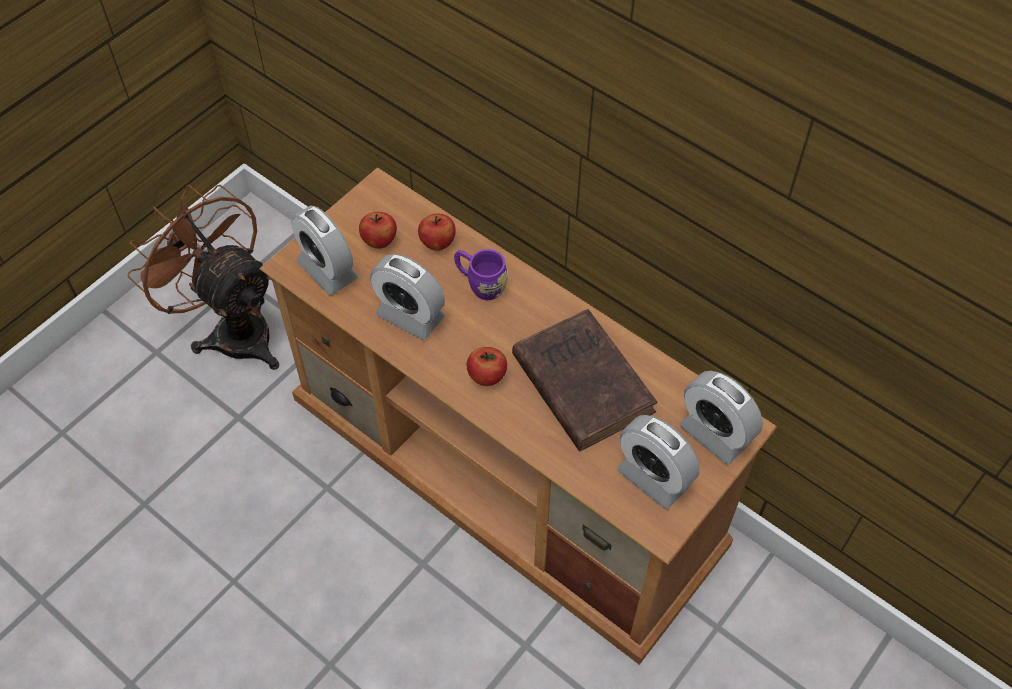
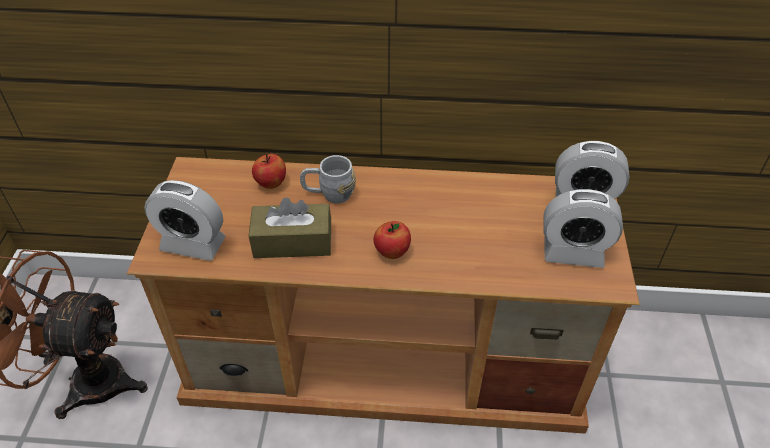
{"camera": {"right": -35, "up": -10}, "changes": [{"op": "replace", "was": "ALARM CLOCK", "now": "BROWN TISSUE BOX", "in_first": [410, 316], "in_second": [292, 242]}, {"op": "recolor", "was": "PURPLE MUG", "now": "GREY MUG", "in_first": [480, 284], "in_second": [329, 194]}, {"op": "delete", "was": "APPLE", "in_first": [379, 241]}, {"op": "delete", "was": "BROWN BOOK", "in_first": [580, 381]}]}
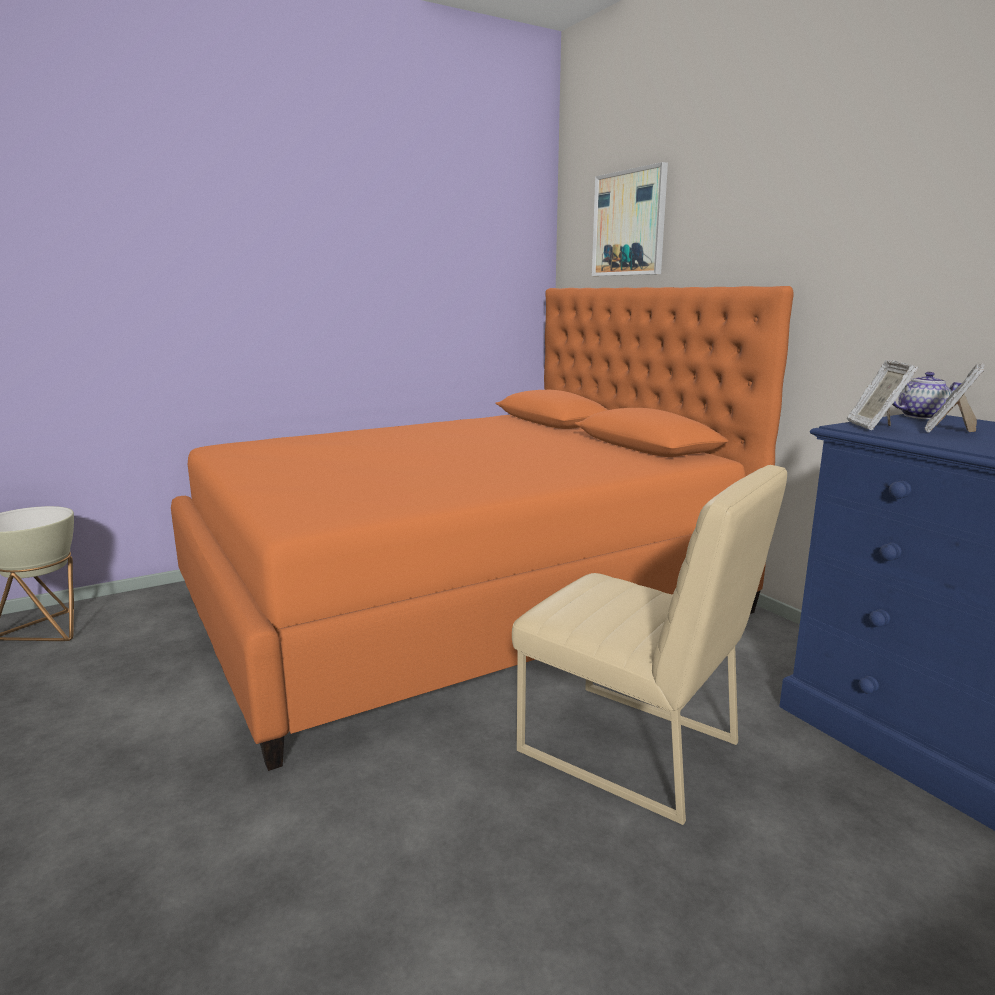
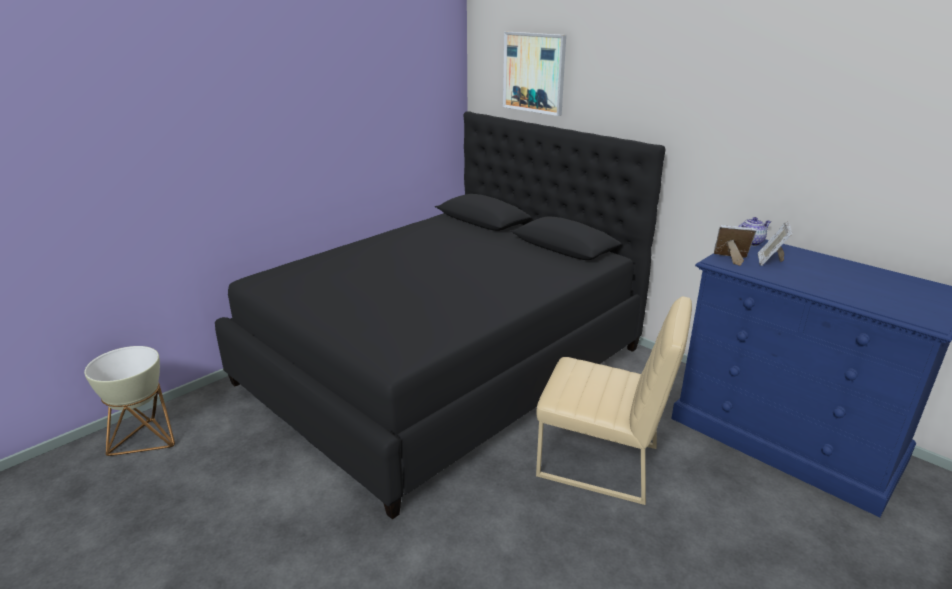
{"camera": {"right": -15, "up": 10}, "changes": [{"op": "recolor", "was": "ORANGE BED", "now": "BLACK BED", "in_first": [460, 599], "in_second": [443, 365]}, {"op": "rotate", "was": "PICTURE FRAME", "in_first": [875, 427], "in_second": [730, 260], "clockwise": 120}]}
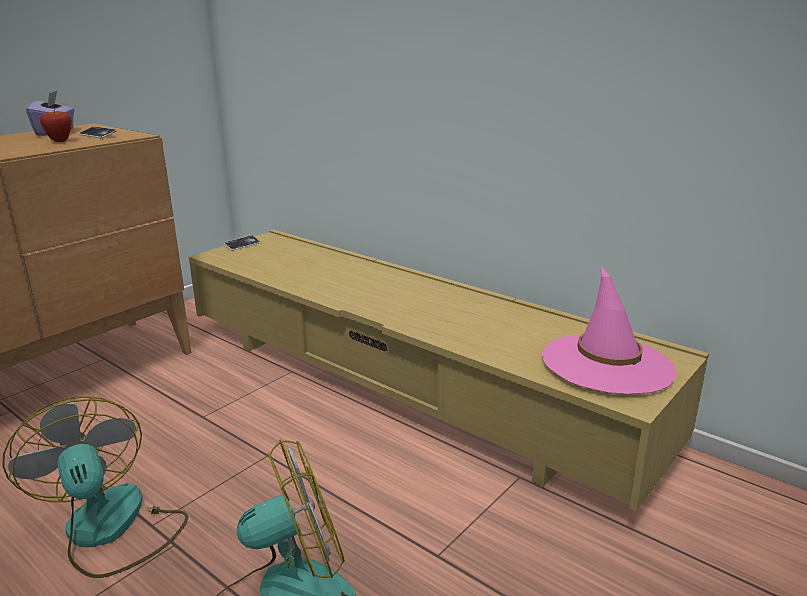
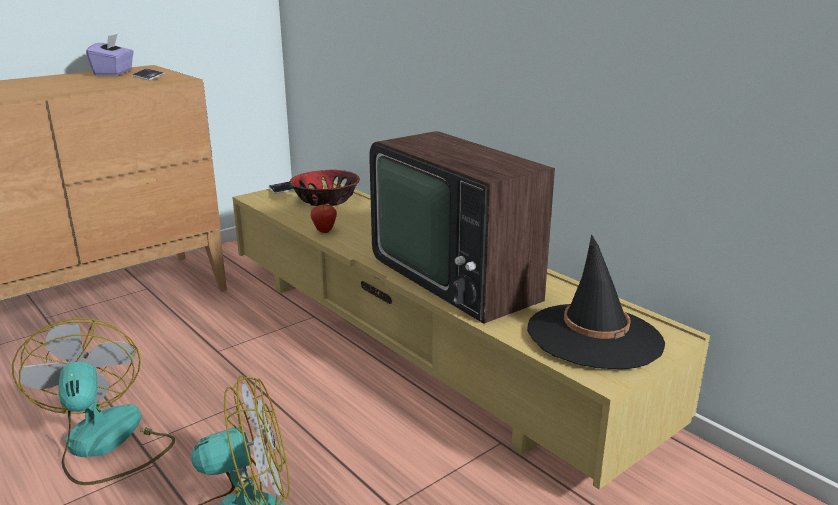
{"camera": {"right": 10, "up": 0}, "changes": [{"op": "insert", "now": "BOWL", "in_second": [325, 200]}, {"op": "move", "was": "APPLE", "in_first": [60, 141], "in_second": [324, 231]}, {"op": "insert", "now": "TELEVISION", "in_second": [461, 274]}, {"op": "recolor", "was": "PINK HAT", "now": "BLACK HAT", "in_first": [607, 364], "in_second": [594, 336]}]}
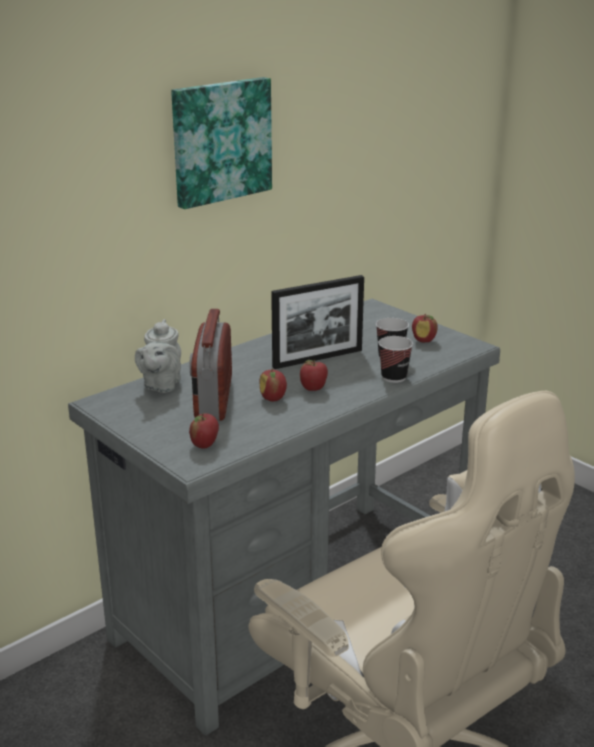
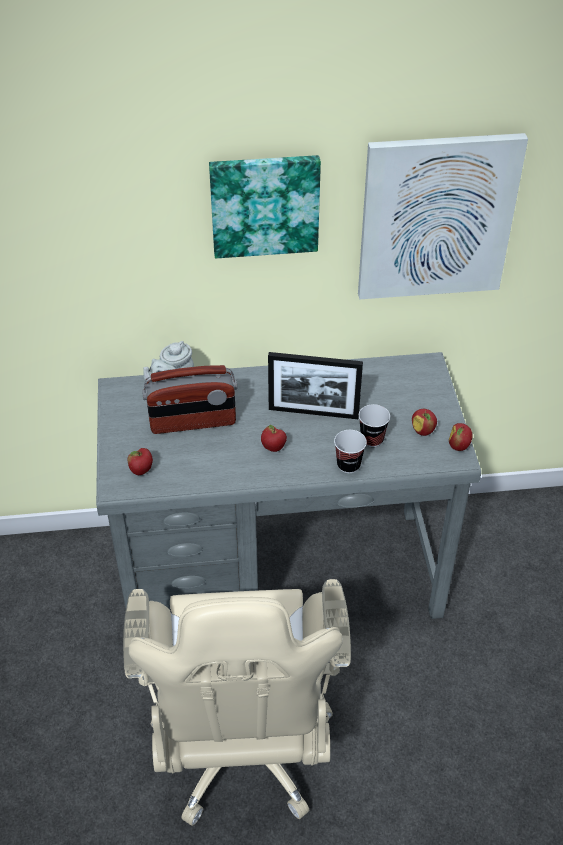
{"camera": {"right": 35, "up": 20}, "changes": [{"op": "rotate", "was": "RADIO", "in_first": [212, 398], "in_second": [193, 422], "clockwise": -135}, {"op": "insert", "now": "PICTURE", "in_second": [436, 217]}, {"op": "move", "was": "APPLE", "in_first": [273, 398], "in_second": [459, 446]}]}
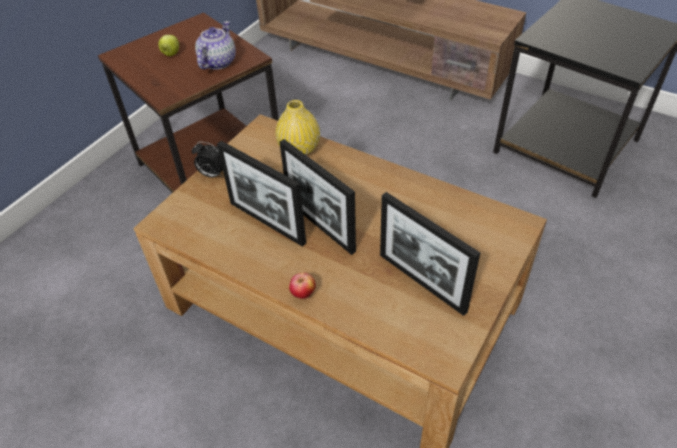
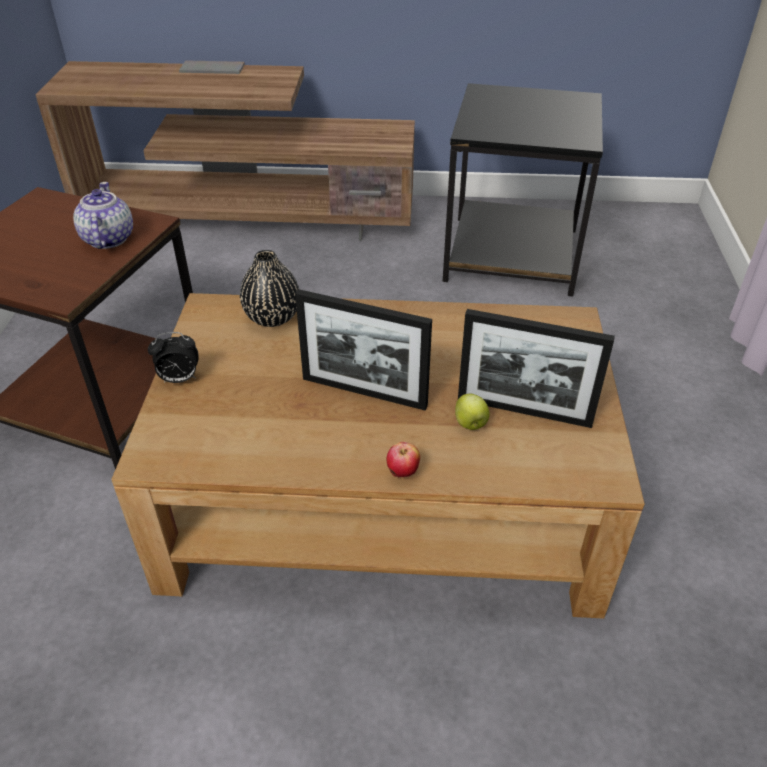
{"camera": {"right": -30, "up": -5}, "changes": [{"op": "recolor", "was": "YELLOW VASE", "now": "BLACK VASE", "in_first": [299, 149], "in_second": [272, 317]}, {"op": "move", "was": "APPLE", "in_first": [171, 54], "in_second": [470, 424]}, {"op": "delete", "was": "PICTURE FRAME", "in_first": [267, 222]}]}
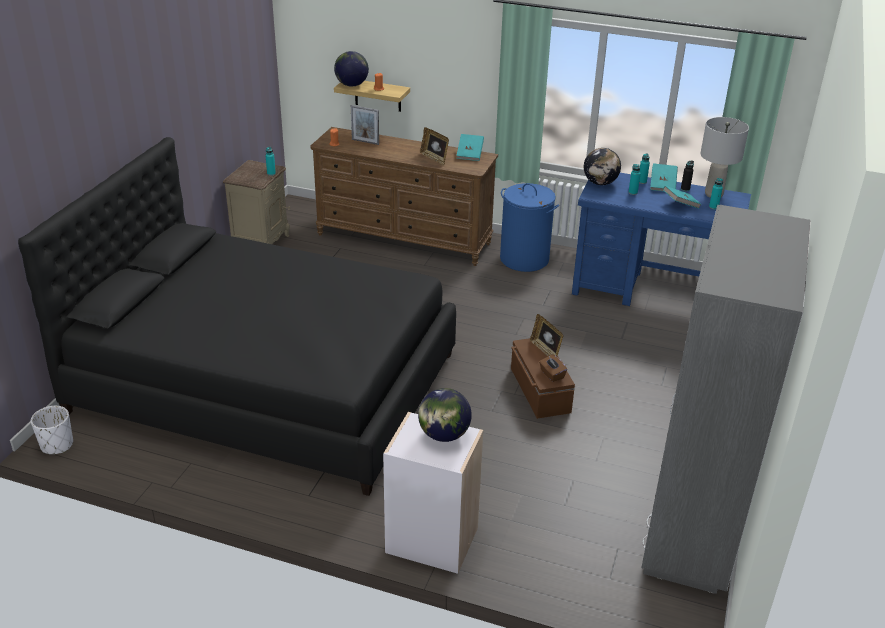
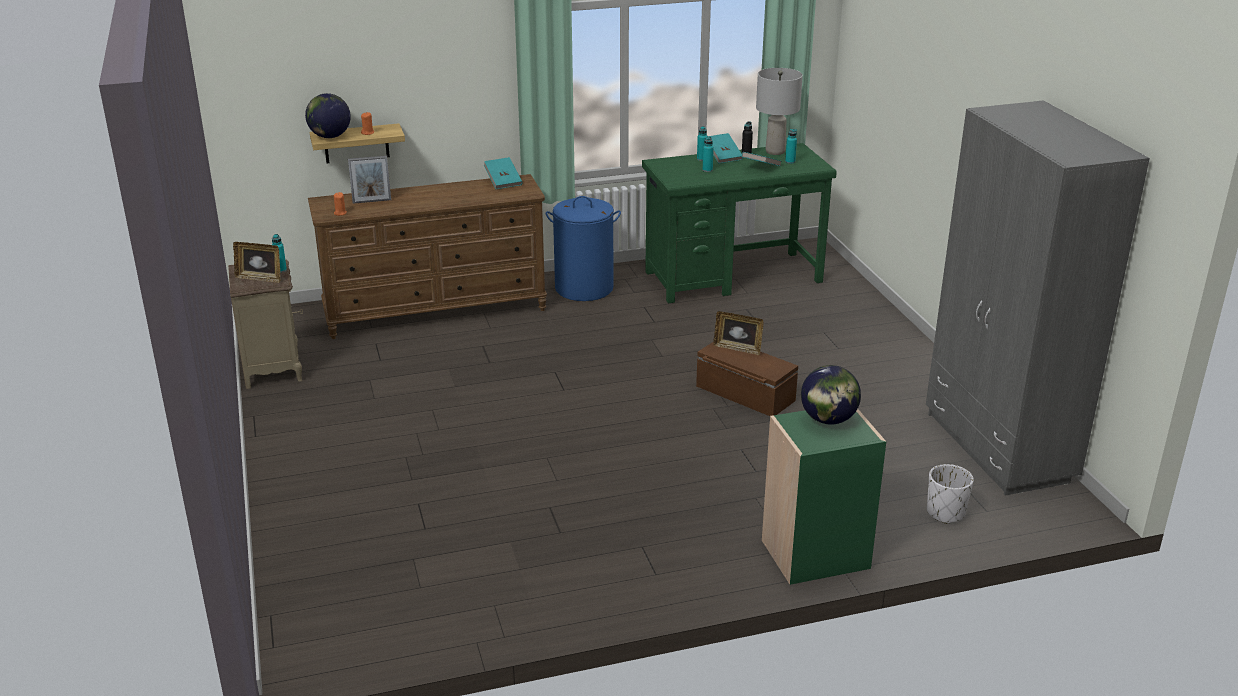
{"camera": {"right": -35, "up": -5}, "changes": [{"op": "move", "was": "PICTURE FRAME", "in_first": [434, 158], "in_second": [260, 278]}, {"op": "recolor", "was": "BLUE DESK", "now": "GREEN DESK", "in_first": [650, 291], "in_second": [733, 276]}, {"op": "recolor", "was": "WHITE BOOKCASE", "now": "GREEN BOOKCASE", "in_first": [430, 540], "in_second": [814, 555]}, {"op": "move", "was": "WHITE PLANTER", "in_first": [57, 445], "in_second": [945, 513]}, {"op": "delete", "was": "BLACK BED", "in_first": [265, 382]}, {"op": "delete", "was": "BROWN TISSUE BOX", "in_first": [551, 374]}, {"op": "delete", "was": "GLOBE", "in_first": [600, 183]}]}
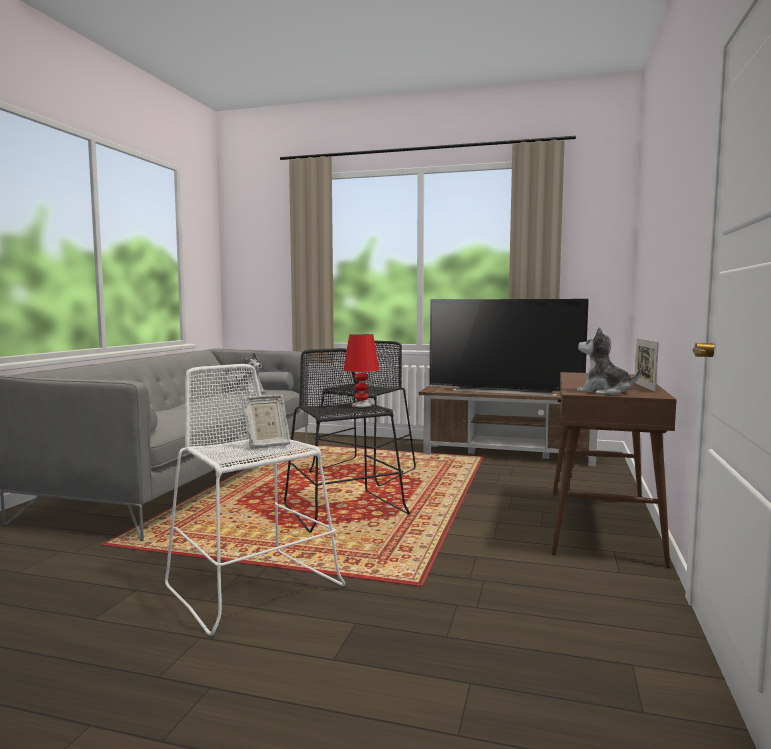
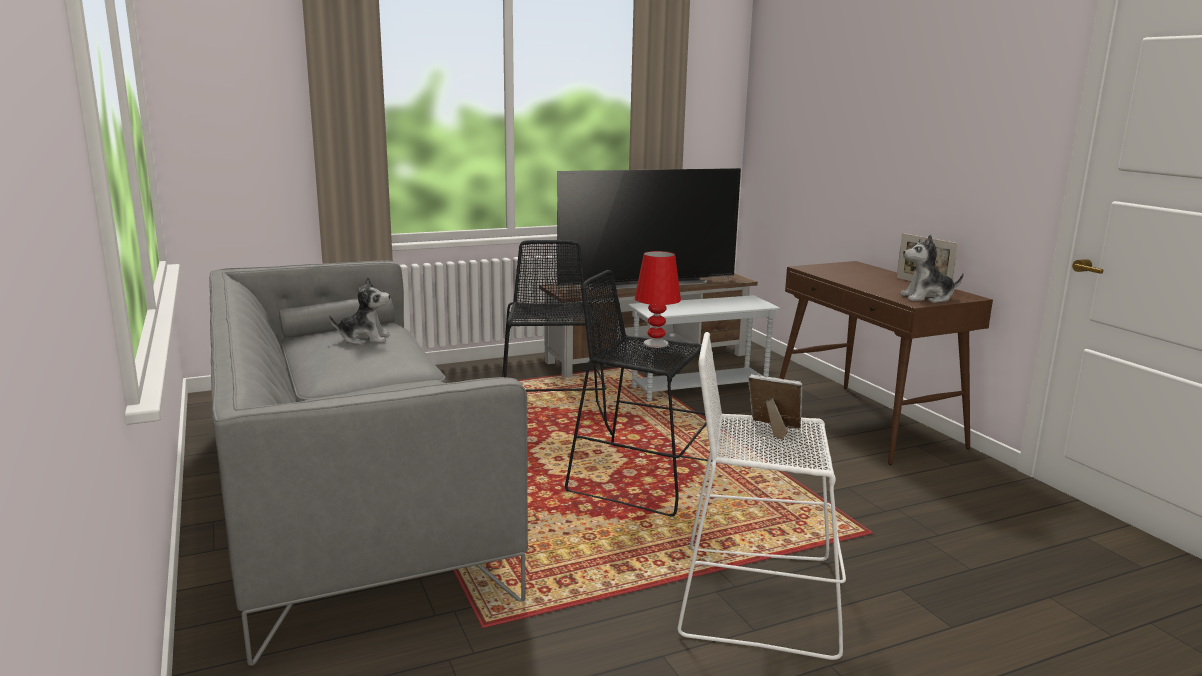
{"camera": {"right": -40, "up": 10}, "changes": [{"op": "insert", "now": "WHITE SIDE TABLE", "in_second": [699, 389]}, {"op": "rotate", "was": "PICTURE FRAME", "in_first": [266, 445], "in_second": [774, 430], "clockwise": -90}]}
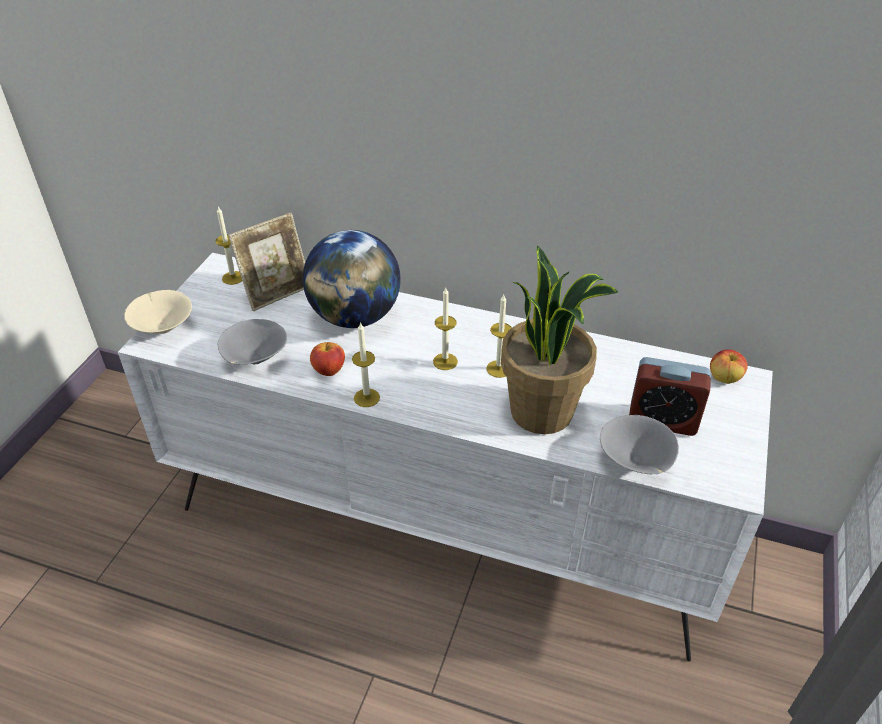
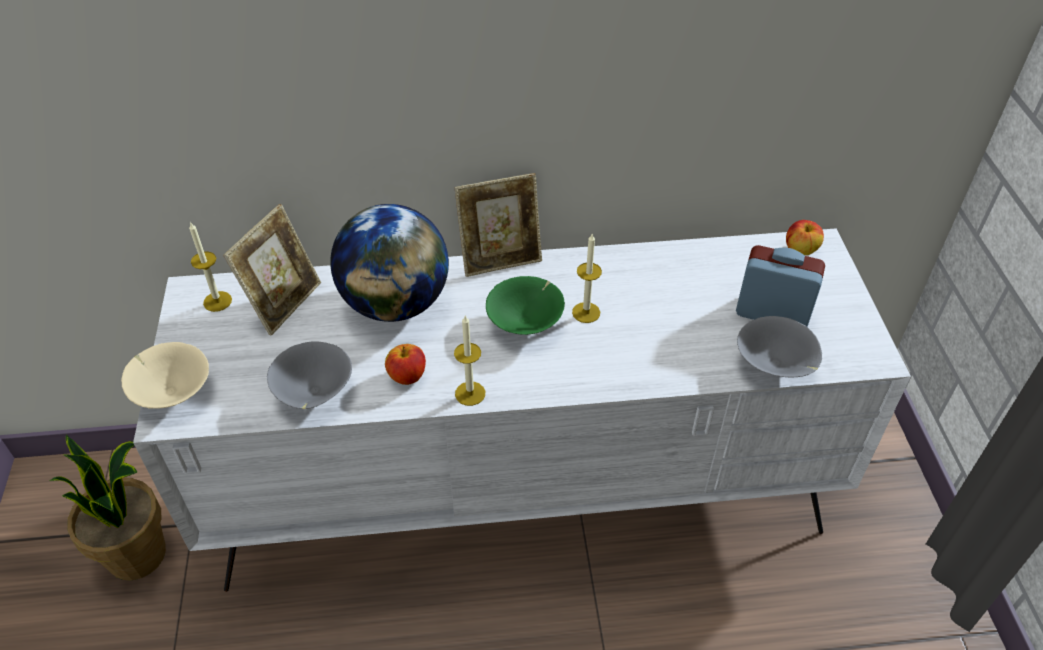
{"camera": {"right": -25, "up": 5}, "changes": [{"op": "move", "was": "POTTED PLANT", "in_first": [543, 411], "in_second": [138, 554]}, {"op": "insert", "now": "PICTURE FRAME", "in_second": [500, 259]}, {"op": "replace", "was": "CANDLE", "now": "GREEN BOWL", "in_first": [445, 361], "in_second": [526, 323]}, {"op": "rotate", "was": "ALARM CLOCK", "in_first": [662, 420], "in_second": [772, 313], "clockwise": -150}]}
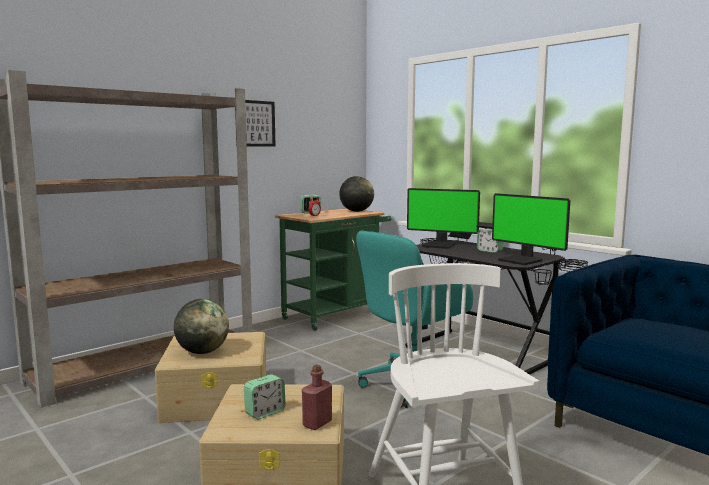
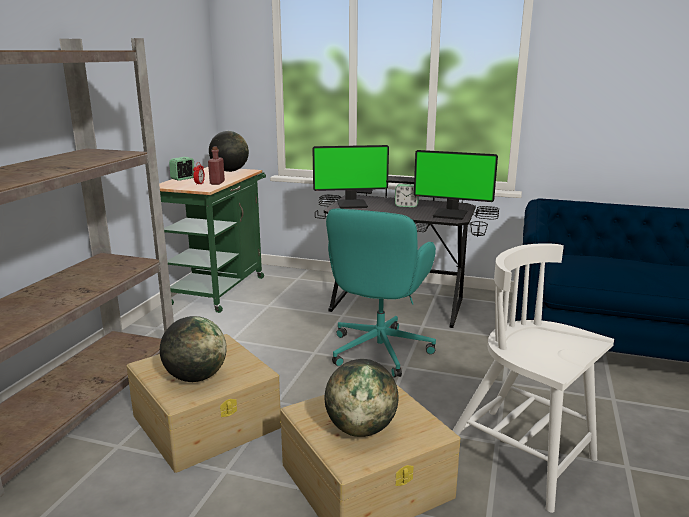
{"camera": {"right": -30, "up": 10}, "changes": [{"op": "move", "was": "RED BOTTLE", "in_first": [317, 423], "in_second": [217, 183]}, {"op": "replace", "was": "ALARM CLOCK", "now": "GLOBE", "in_first": [265, 412], "in_second": [360, 429]}, {"op": "delete", "was": "PICTURE", "in_first": [255, 123]}]}
